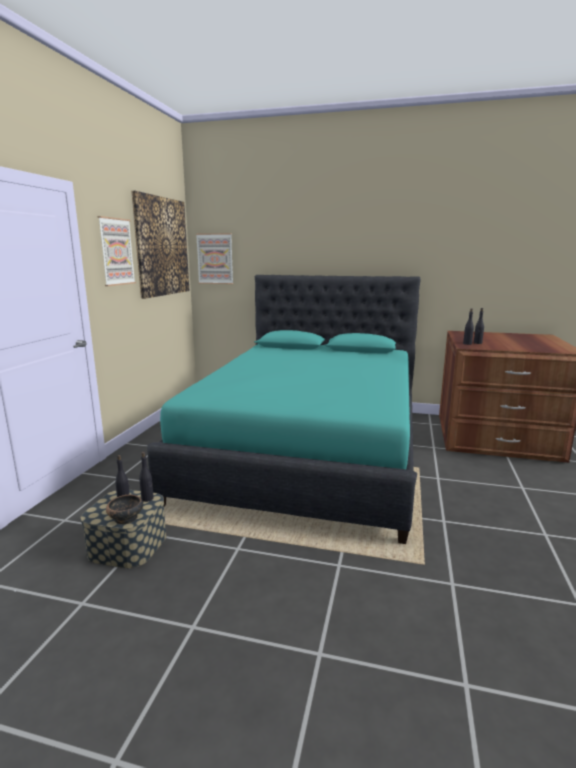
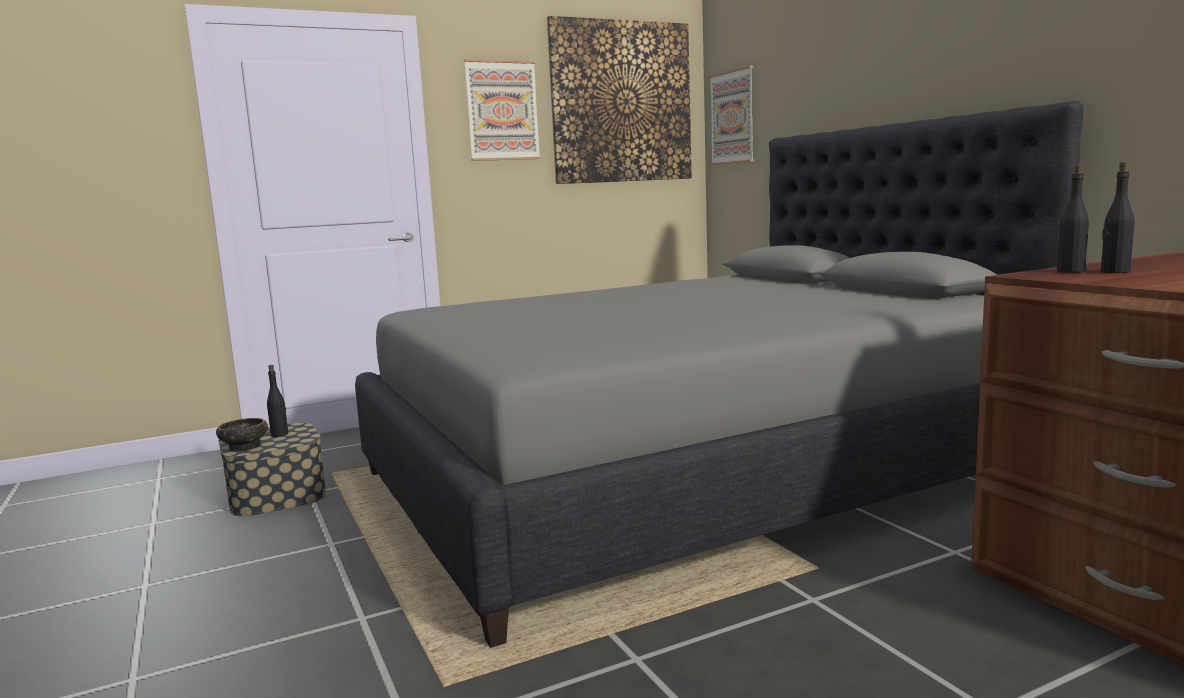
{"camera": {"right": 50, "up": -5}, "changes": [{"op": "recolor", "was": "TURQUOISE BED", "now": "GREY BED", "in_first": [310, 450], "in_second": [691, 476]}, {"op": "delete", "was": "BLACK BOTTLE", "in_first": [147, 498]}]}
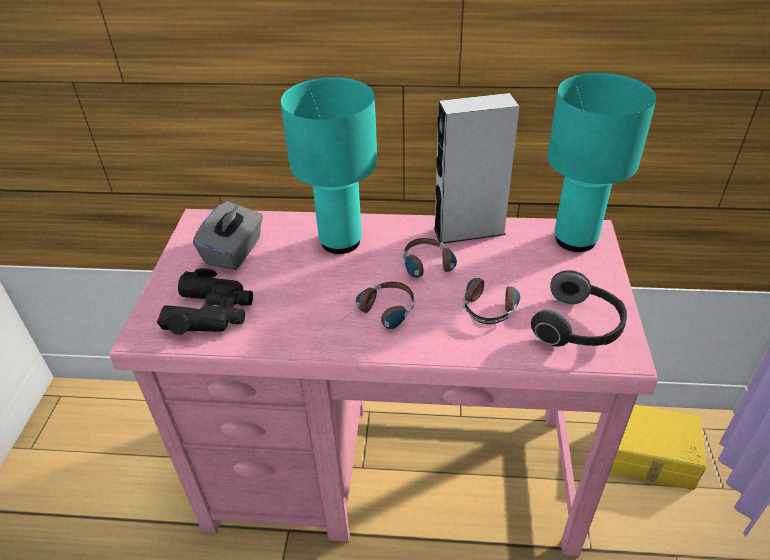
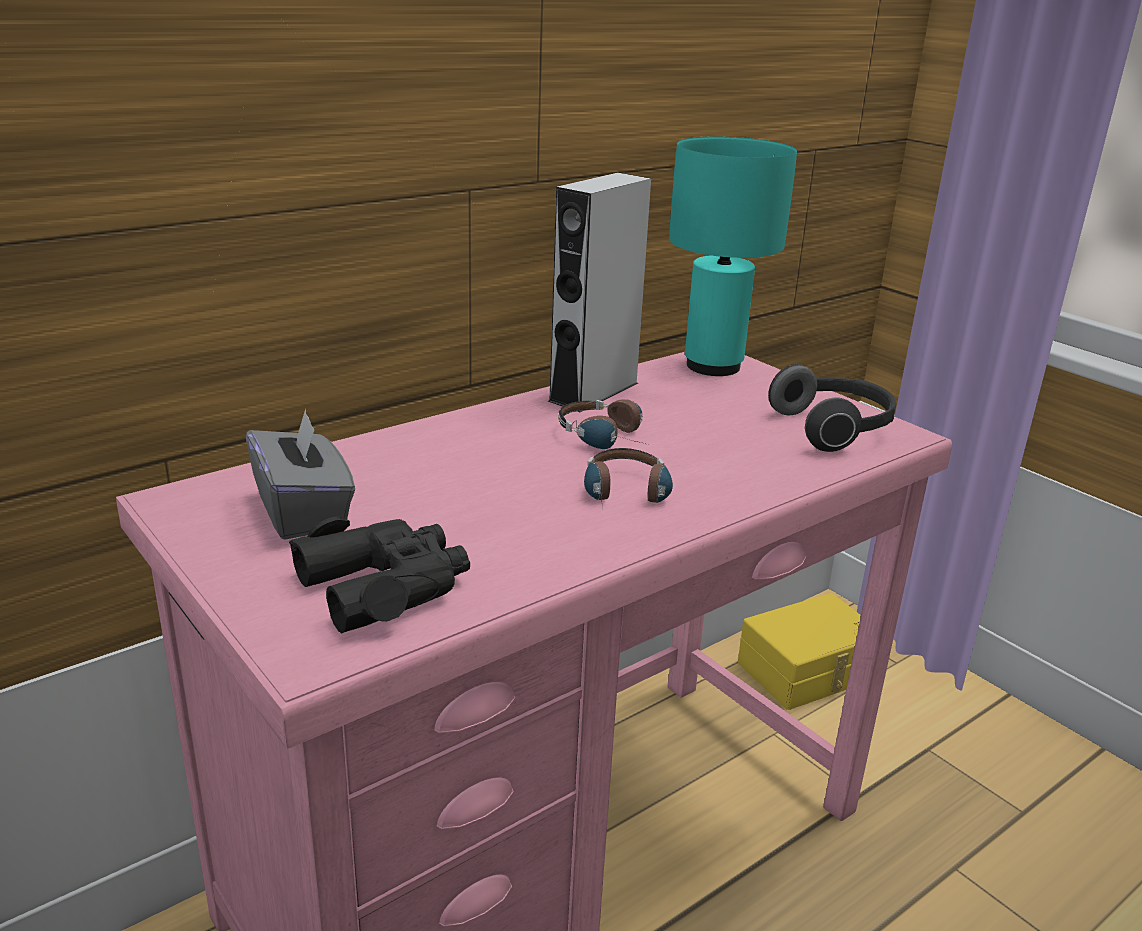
{"camera": {"right": -45, "up": -15}, "changes": [{"op": "delete", "was": "TURQUOISE TABLE LAMP", "in_first": [341, 242]}, {"op": "delete", "was": "HEADPHONES", "in_first": [491, 303]}]}
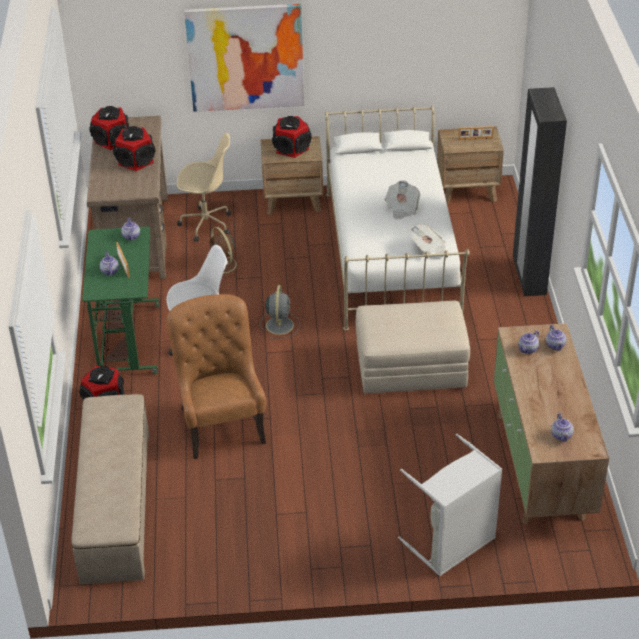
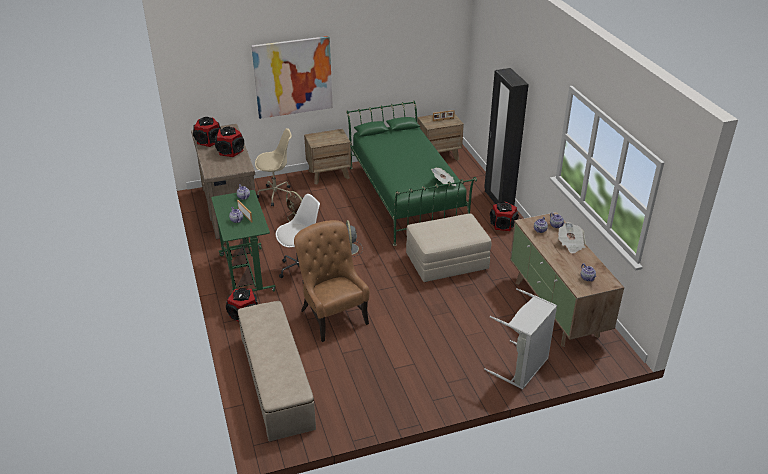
{"camera": {"right": -15, "up": -5}, "changes": [{"op": "recolor", "was": "WHITE BED", "now": "GREEN BED", "in_first": [390, 255], "in_second": [405, 198]}, {"op": "move", "was": "SPEAKER", "in_first": [292, 149], "in_second": [503, 225]}, {"op": "move", "was": "NEWSPAPER", "in_first": [402, 208], "in_second": [570, 244]}]}
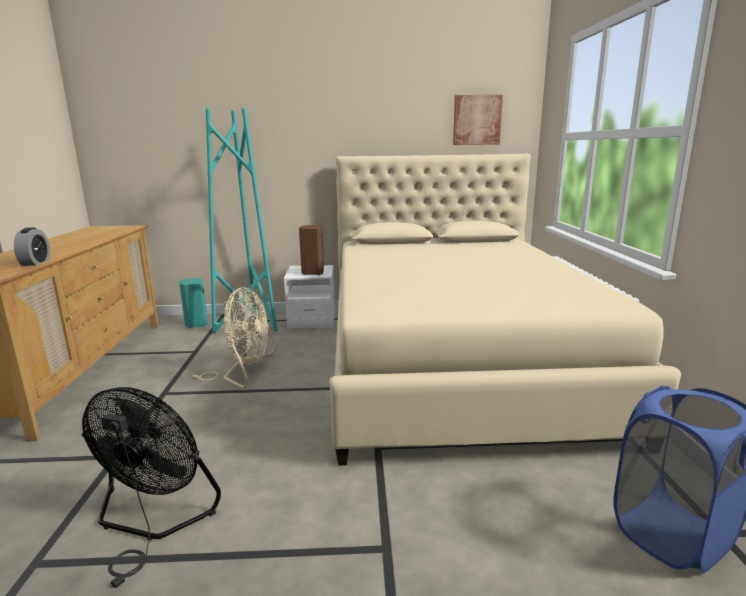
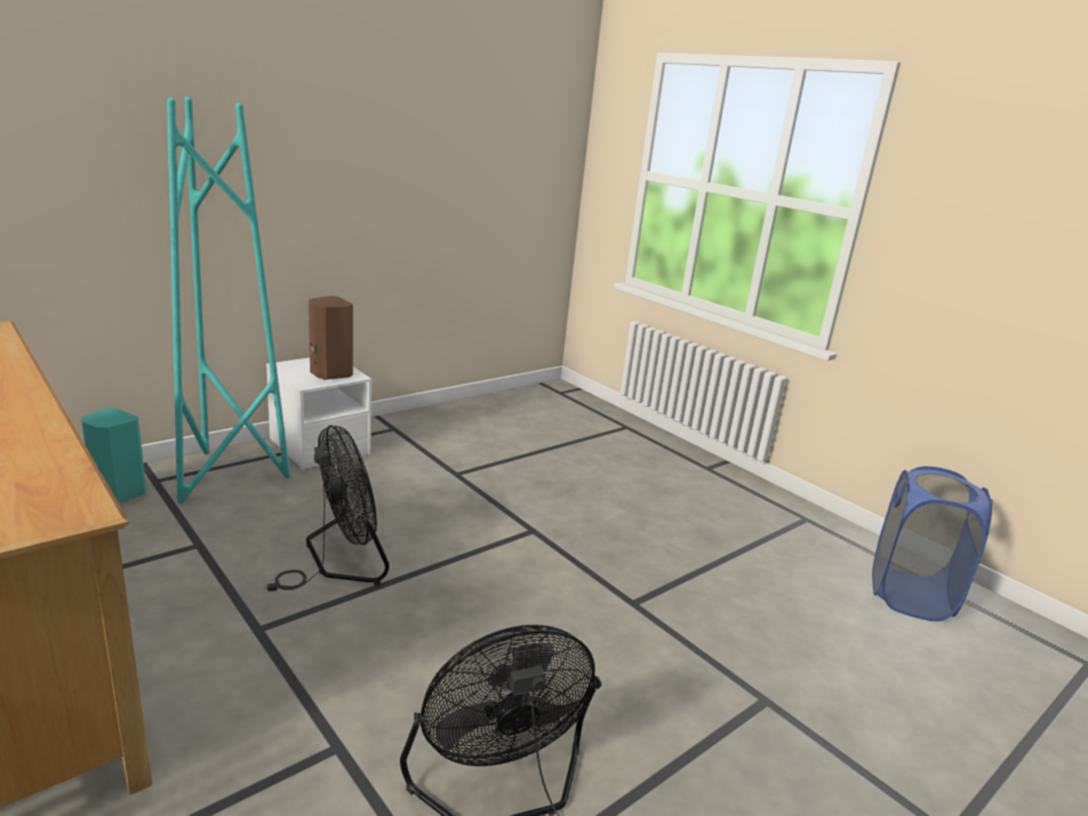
{"camera": {"right": -40, "up": 5}, "changes": [{"op": "recolor", "was": "BEIGE FAN", "now": "BLACK FAN", "in_first": [242, 372], "in_second": [334, 558]}, {"op": "delete", "was": "ALARM CLOCK", "in_first": [35, 263]}, {"op": "delete", "was": "BEIGE BED", "in_first": [454, 361]}, {"op": "delete", "was": "PICTURE", "in_first": [477, 120]}]}
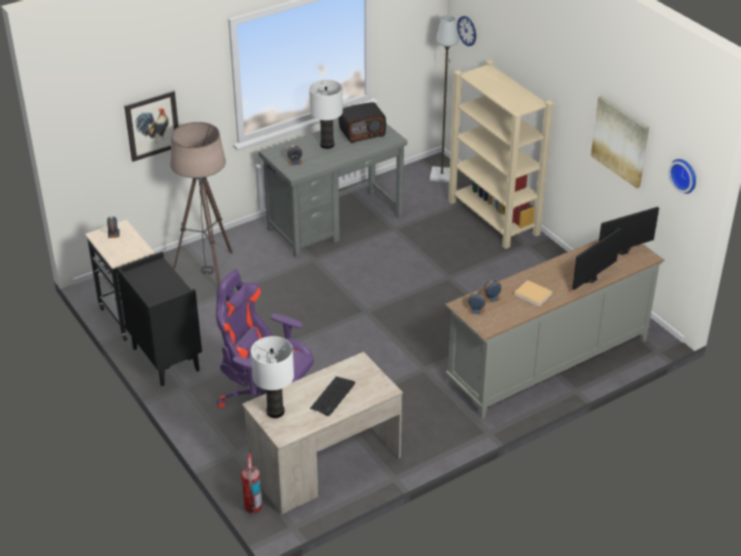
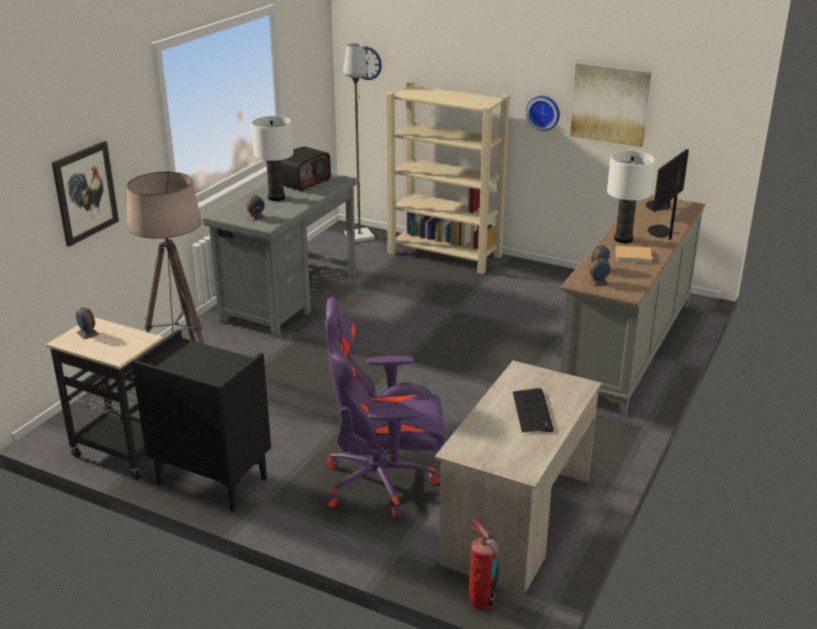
{"camera": {"right": -30, "up": -10}, "changes": [{"op": "move", "was": "WALL CLOCK", "in_first": [685, 175], "in_second": [543, 112]}, {"op": "move", "was": "WHITE TABLE LAMP", "in_first": [275, 411], "in_second": [623, 239]}]}
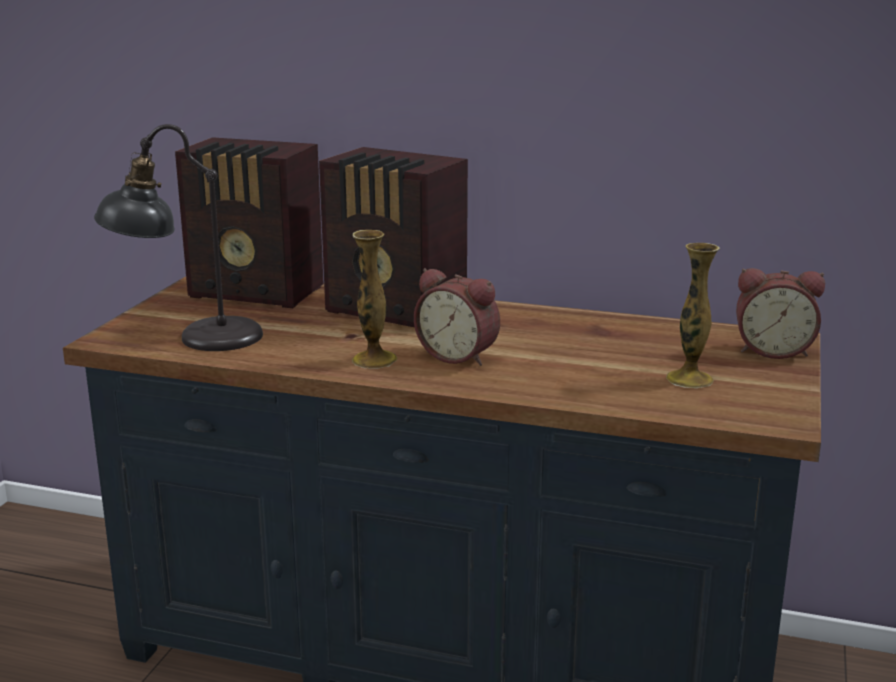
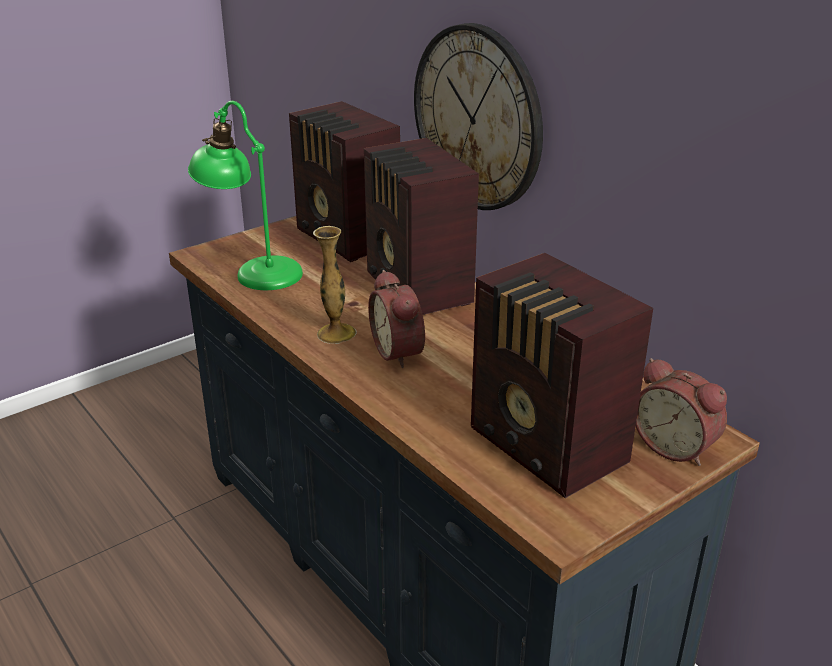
{"camera": {"right": 35, "up": 10}, "changes": [{"op": "recolor", "was": "GREY TABLE LAMP", "now": "GREEN TABLE LAMP", "in_first": [187, 335], "in_second": [250, 266]}, {"op": "insert", "now": "WALL CLOCK", "in_second": [478, 118]}, {"op": "replace", "was": "VASE", "now": "RADIO", "in_first": [689, 379], "in_second": [548, 449]}]}
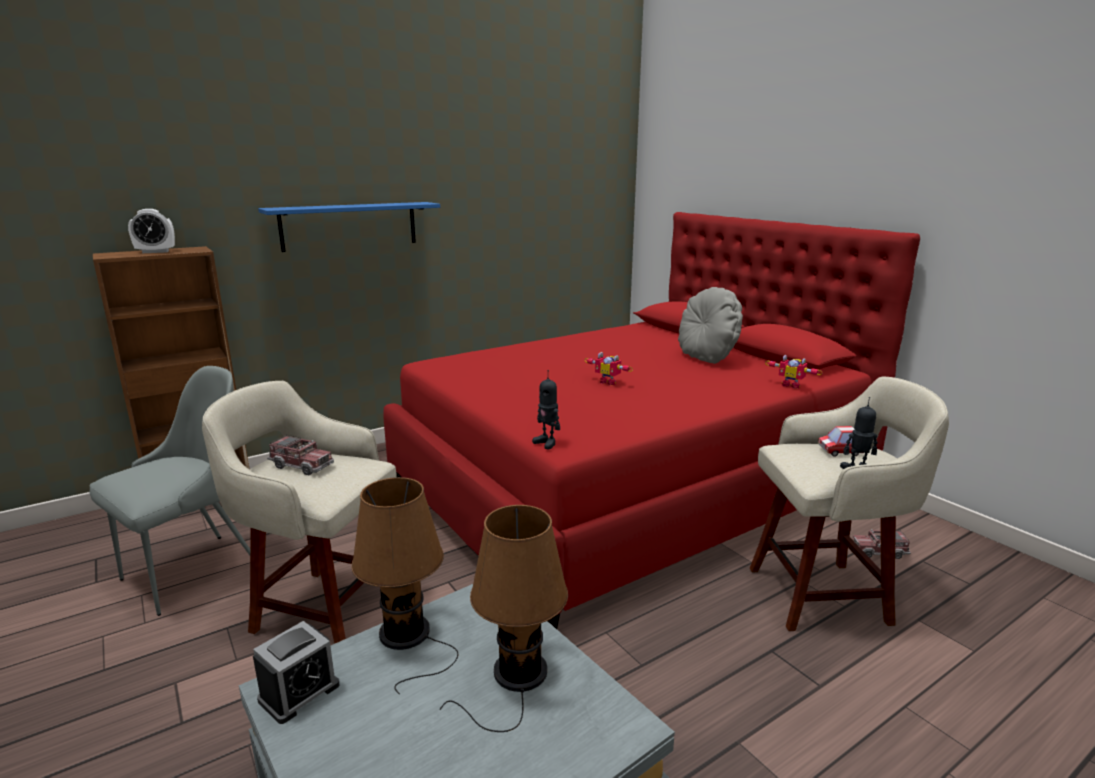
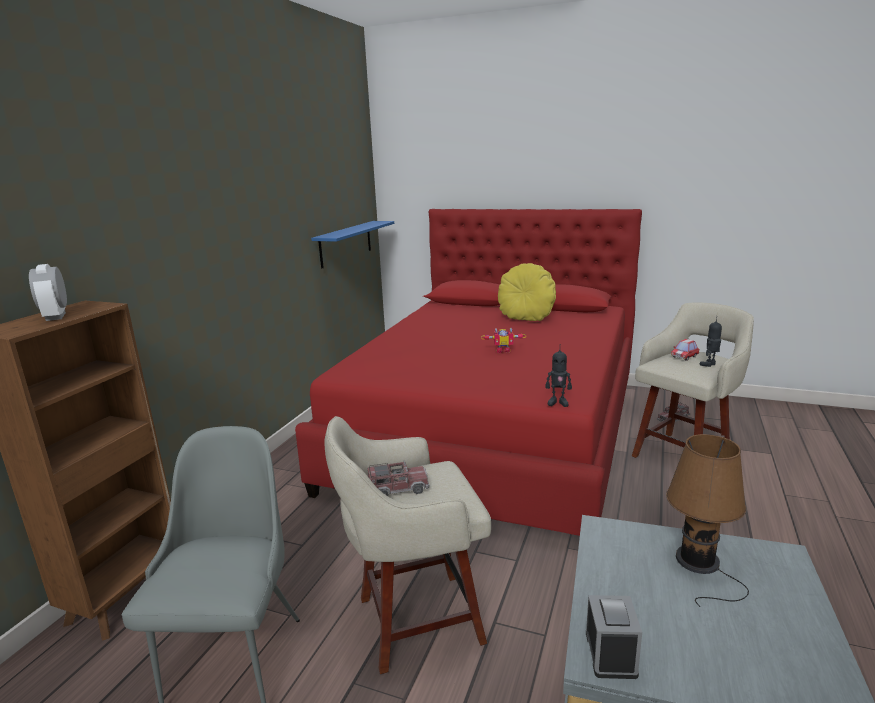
{"camera": {"right": -35, "up": 0}, "changes": [{"op": "rotate", "was": "ALARM CLOCK", "in_first": [155, 252], "in_second": [56, 316], "clockwise": 120}, {"op": "move", "was": "BLUE SHELF", "in_first": [349, 226], "in_second": [346, 243]}, {"op": "recolor", "was": "GREY PILLOW", "now": "YELLOW PILLOW", "in_first": [707, 359], "in_second": [526, 319]}, {"op": "delete", "was": "BROWN TABLE LAMP", "in_first": [407, 636]}, {"op": "delete", "was": "TOY ROBOT", "in_first": [791, 385]}]}
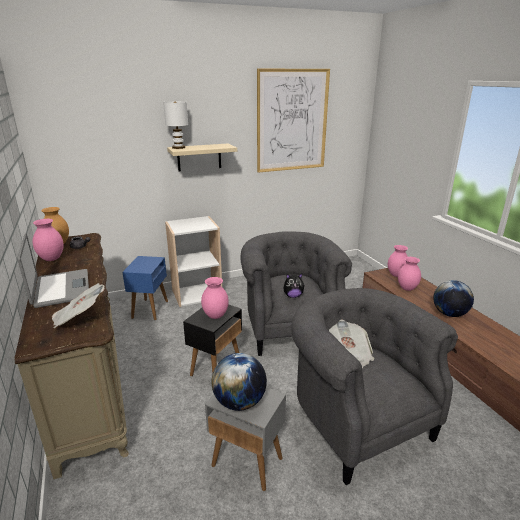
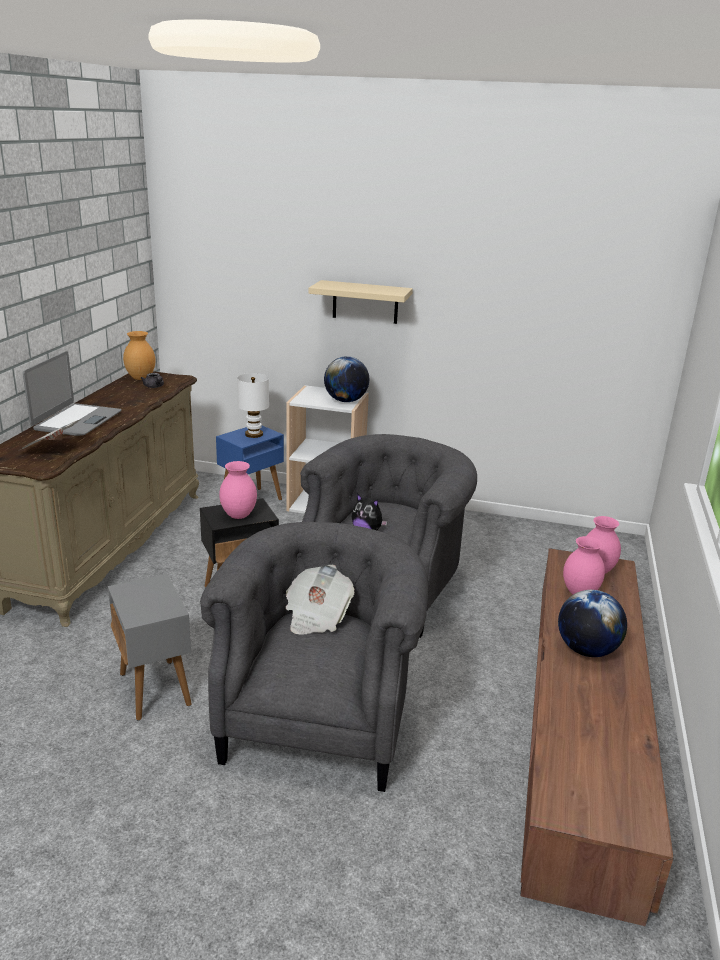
{"camera": {"right": 35, "up": 0}, "changes": [{"op": "move", "was": "WHITE TABLE LAMP", "in_first": [179, 147], "in_second": [254, 434]}, {"op": "move", "was": "GLOBE", "in_first": [239, 402], "in_second": [346, 401]}, {"op": "delete", "was": "PINK VASE", "in_first": [52, 259]}, {"op": "delete", "was": "PICTURE", "in_first": [292, 121]}]}
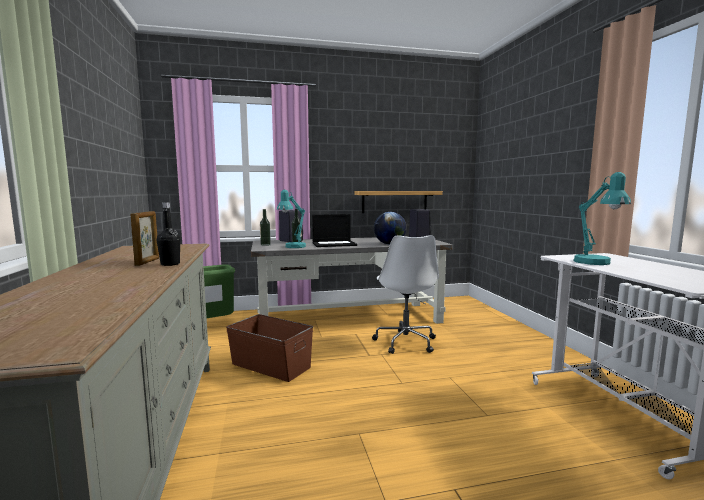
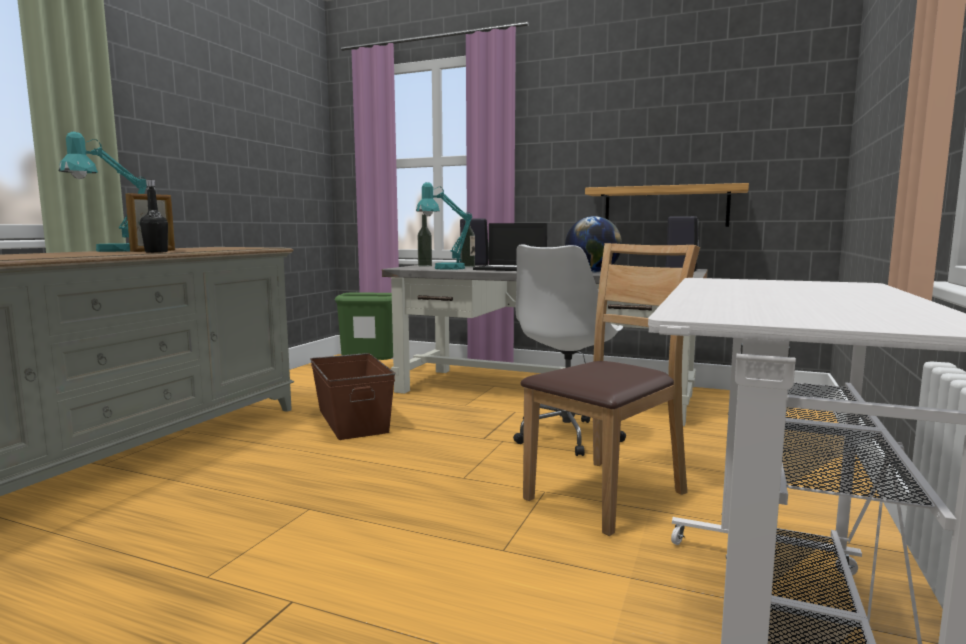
{"camera": {"right": 35, "up": 0}, "changes": [{"op": "move", "was": "TURQUOISE TABLE LAMP", "in_first": [596, 263], "in_second": [110, 251]}, {"op": "insert", "now": "BROWN CHAIR", "in_second": [605, 494]}]}
